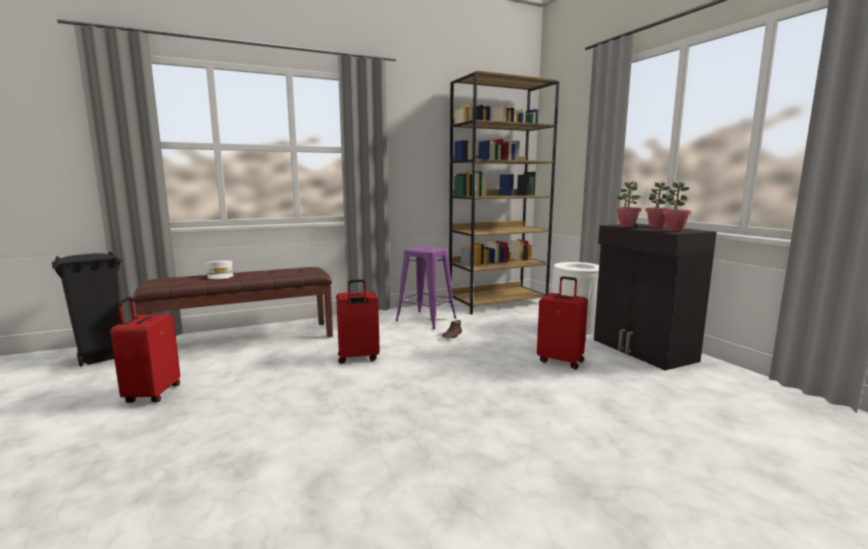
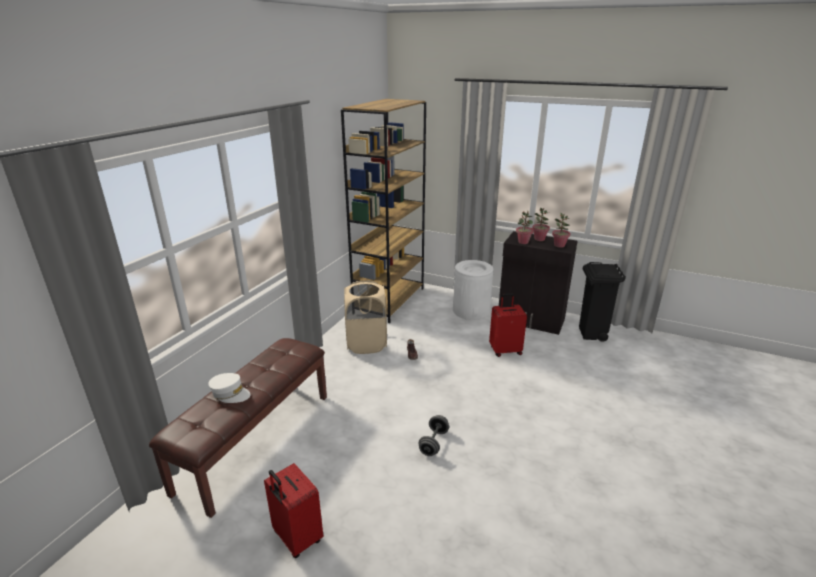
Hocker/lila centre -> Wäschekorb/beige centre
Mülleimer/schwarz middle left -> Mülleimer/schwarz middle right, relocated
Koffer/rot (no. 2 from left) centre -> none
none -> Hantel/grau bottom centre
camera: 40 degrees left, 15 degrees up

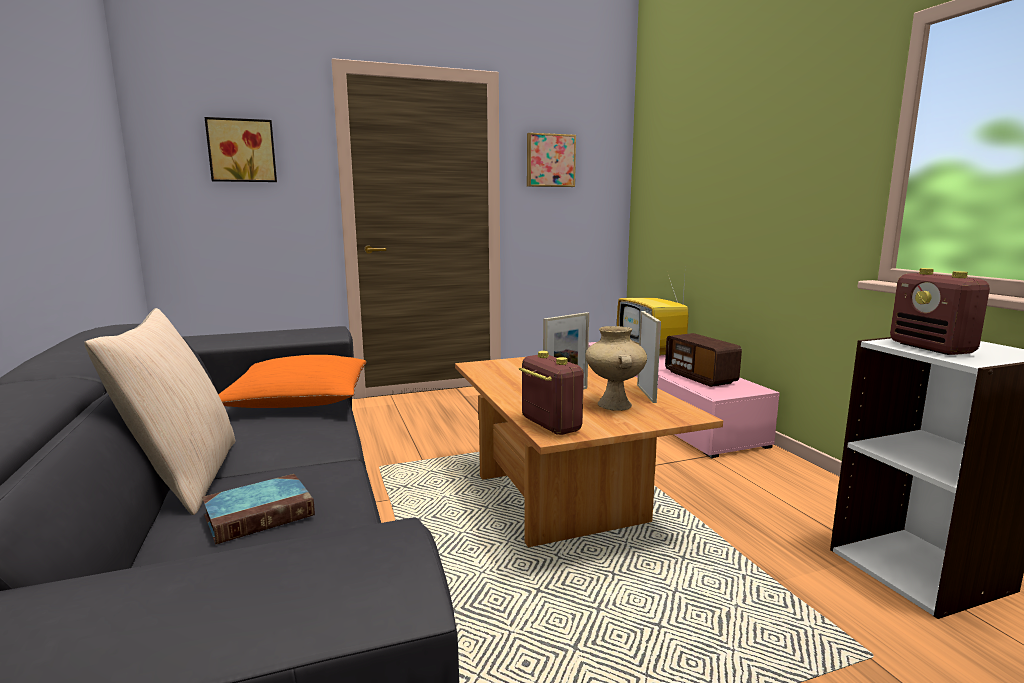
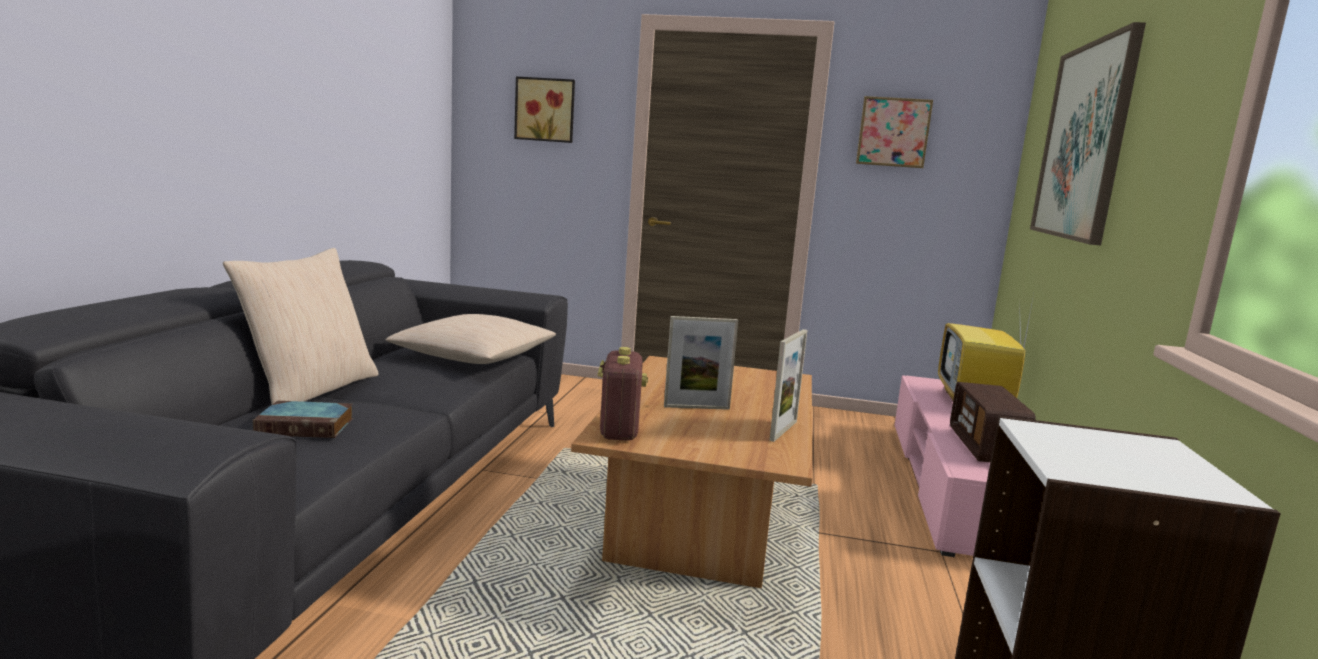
Radio (no. 3 from left) middle right -> none
Vase/beige centre -> none
Kissen/orange middle left -> Kissen/beige (no. 2 from left) centre
none -> Bild (no. 3 from left) top right
camera: 30 degrees right, 0 degrees up

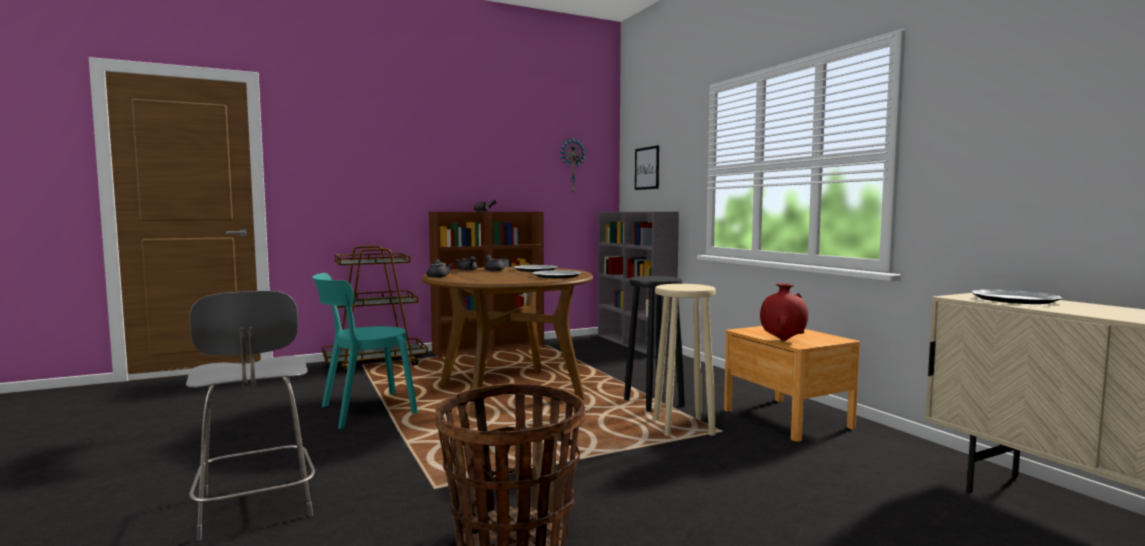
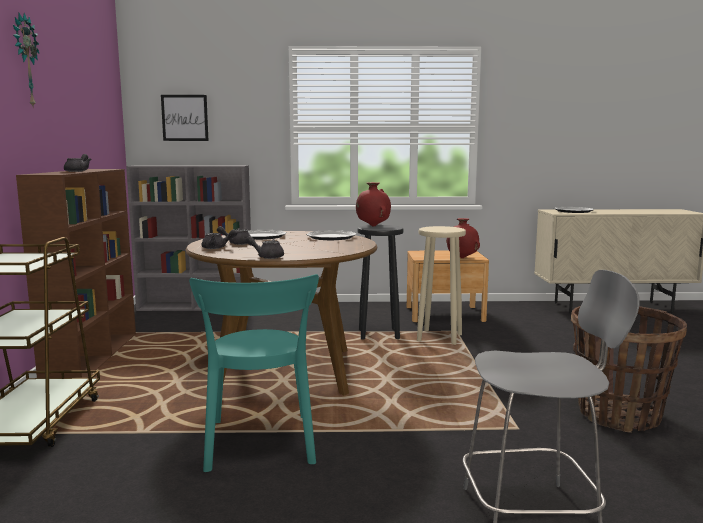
Wanduhr top centre -> Wanduhr top left, relocated
none -> Vase/rot (no. 1 from left) centre
camera: 65 degrees left, 5 degrees up

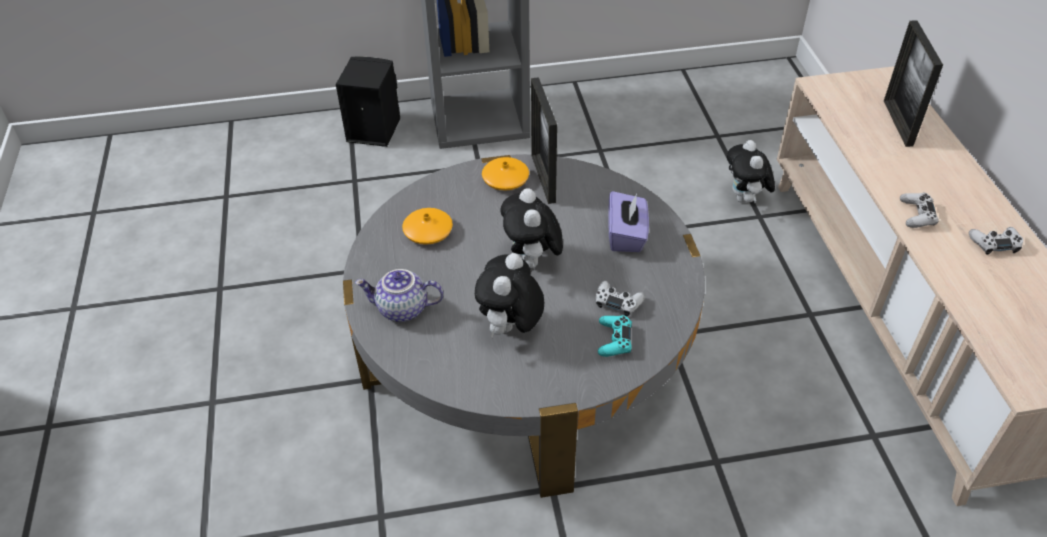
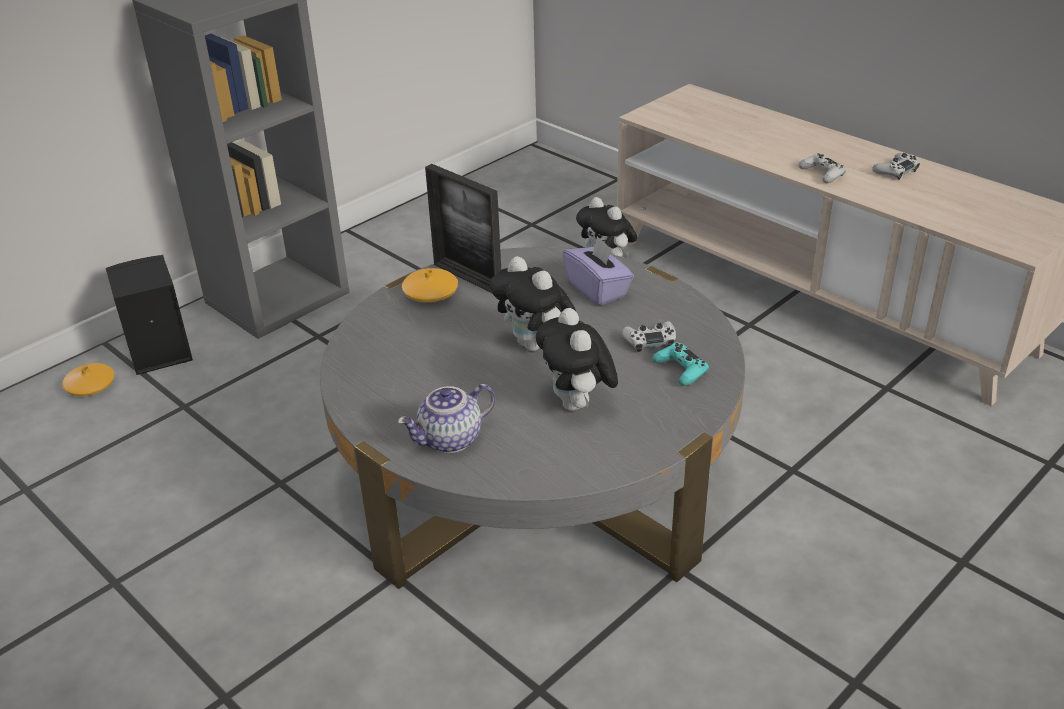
Bilderrahmen (no. 2 from left) top right -> none
Vase/orange (no. 1 from left) centre -> Vase/orange (no. 1 from left) middle left, relocated
camera: 35 degrees left, 10 degrees down

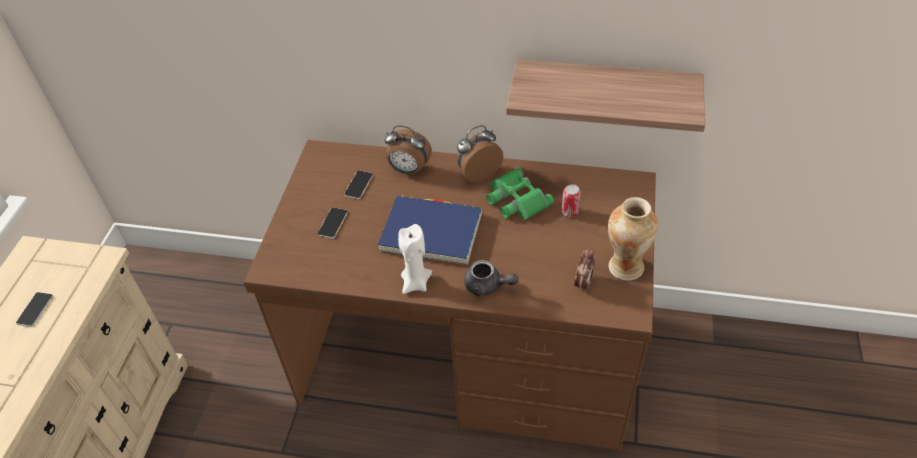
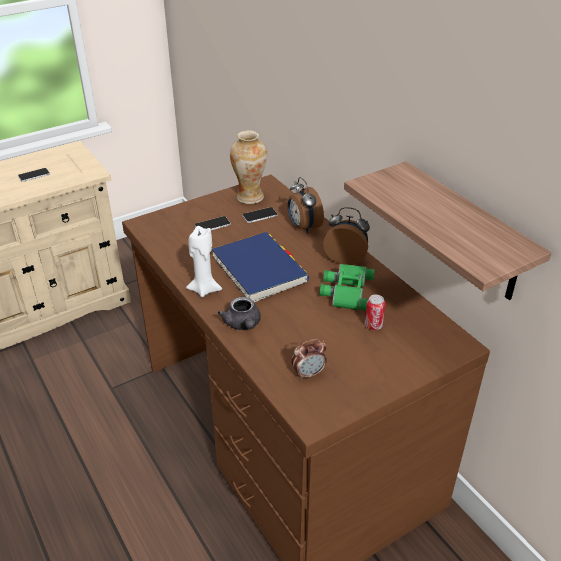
Vase middle right -> Vase top centre, relocated
camera: 45 degrees right, 10 degrees down

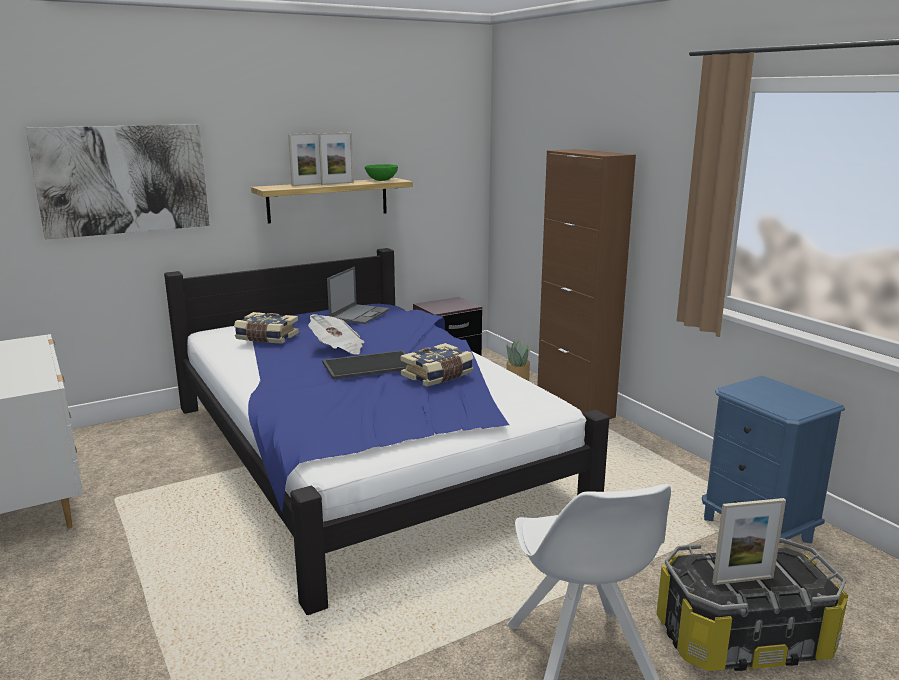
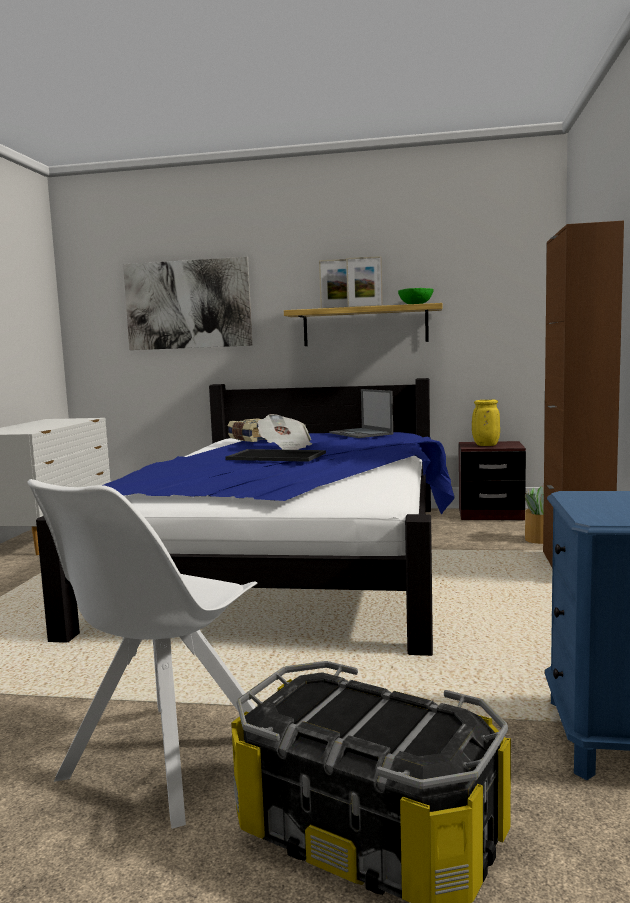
Laptop centre, 90 degrees clockwise
Buch (no. 2 from left) centre -> none
Bilderrahmen (no. 3 from left) bottom right -> none
none -> Vase/gelb middle right
camera: 40 degrees right, 10 degrees down

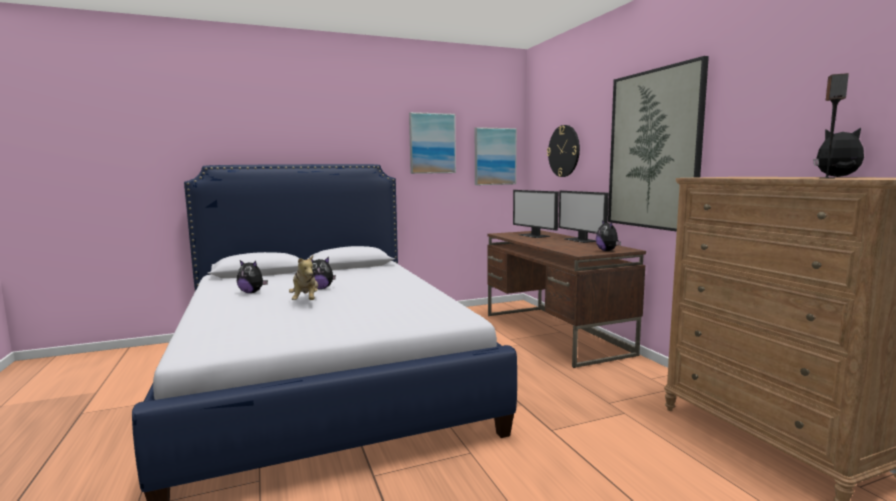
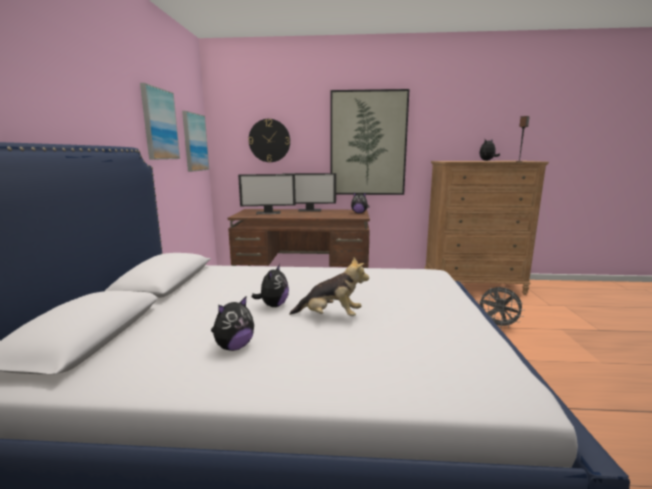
none -> Ventilator/grau middle right
camera: 65 degrees left, 5 degrees up

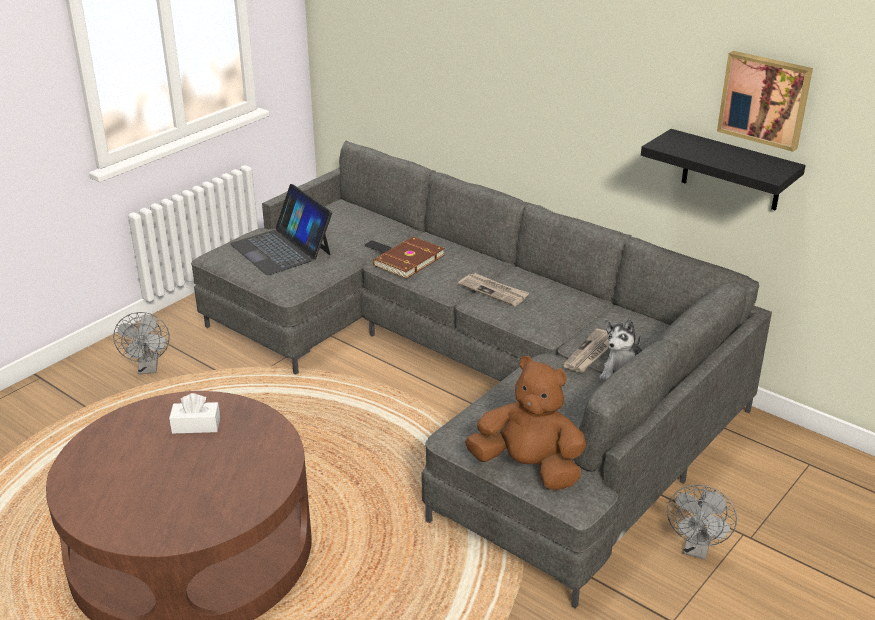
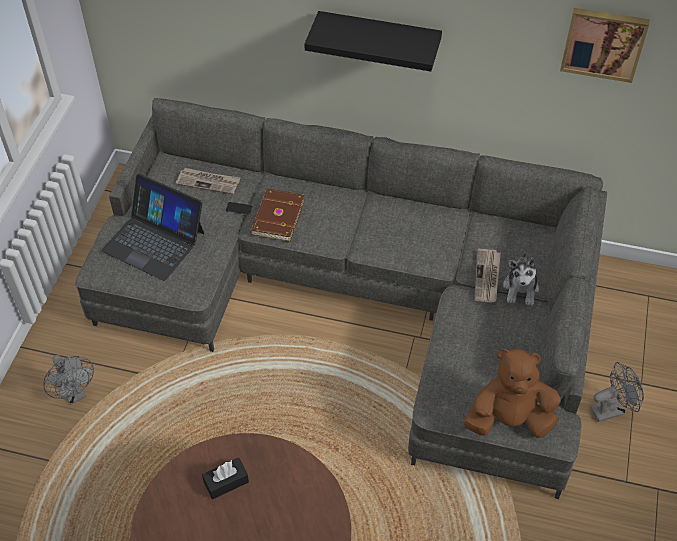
Wandregal/schwarz top right -> Wandregal/schwarz top centre, relocated
Zeitung (no. 1 from left) centre -> Zeitung (no. 1 from left) middle left, relocated
Taschentuchbox/weiß middle left -> Taschentuchbox/schwarz bottom left
Ventilator/grau (no. 2 from left) bottom right, 105 degrees counterclockwise
camera: 25 degrees left, 20 degrees up

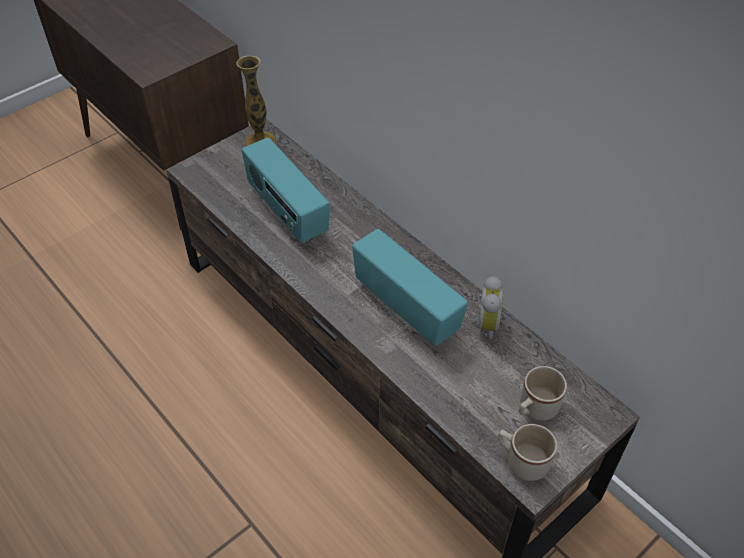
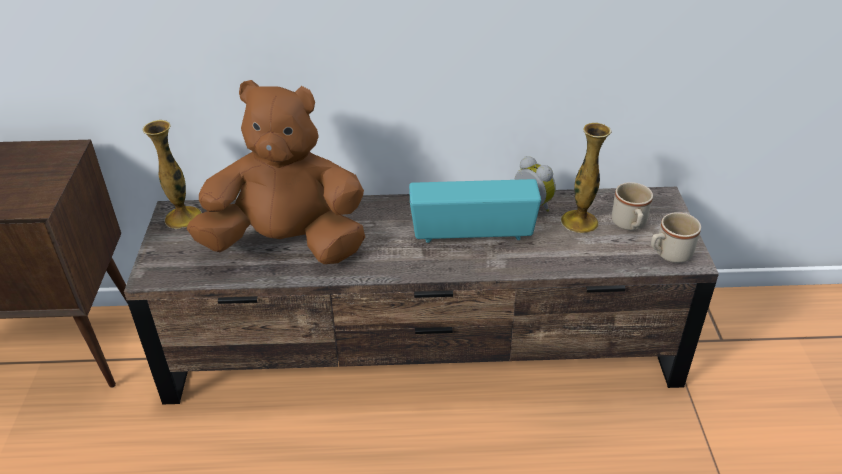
Radio (no. 1 from left) centre -> Plüschtier/braun middle left
none -> Vase (no. 2 from left) middle right
camera: 50 degrees left, 10 degrees down

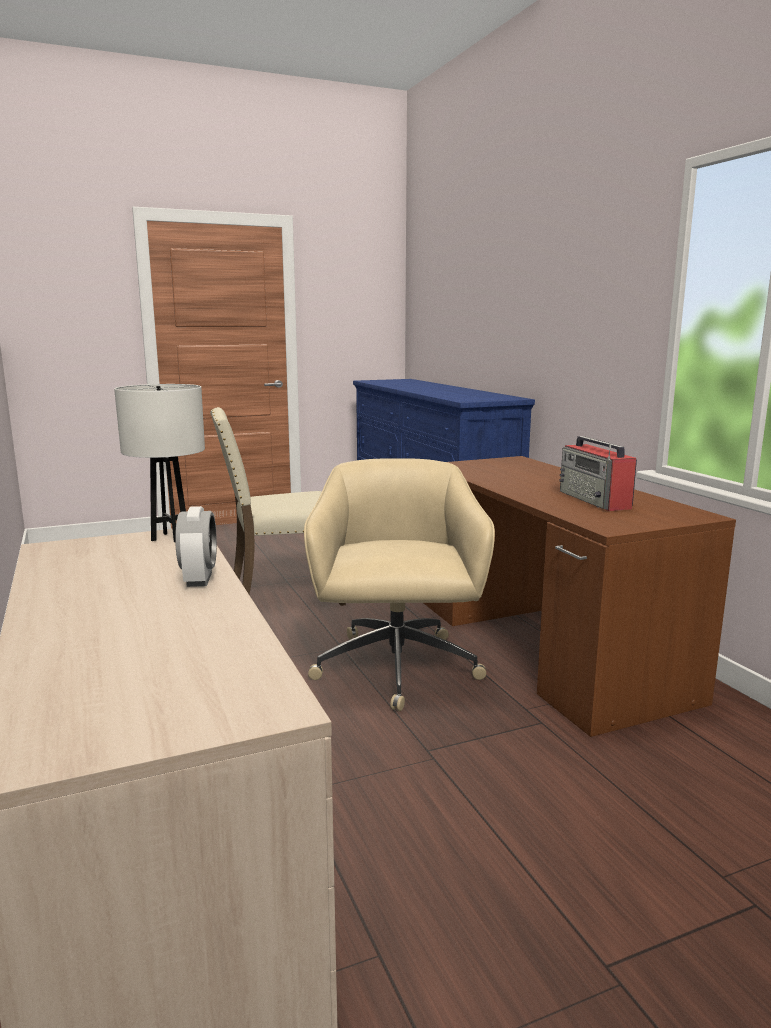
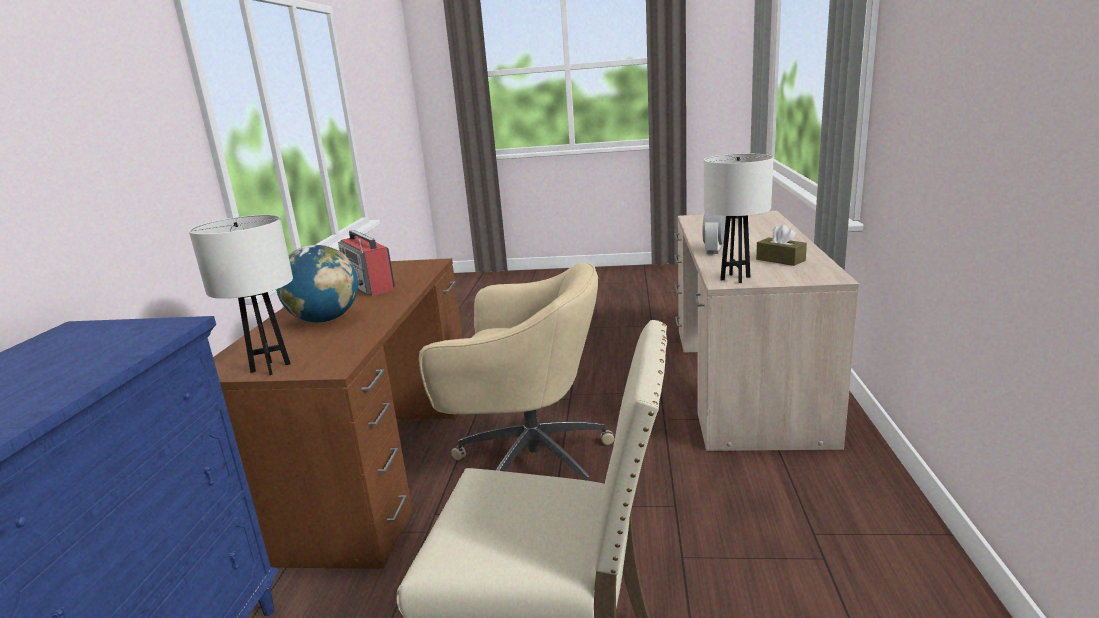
Radio middle right -> Radio middle left, 135 degrees clockwise
Bürostuhl/beige centre, 105 degrees counterclockwise
none -> Tischlampe/weiß (no. 1 from left) middle left
none -> Taschentuchbox/braun middle right
none -> Globus middle left
camera: 150 degrees left, 5 degrees up

